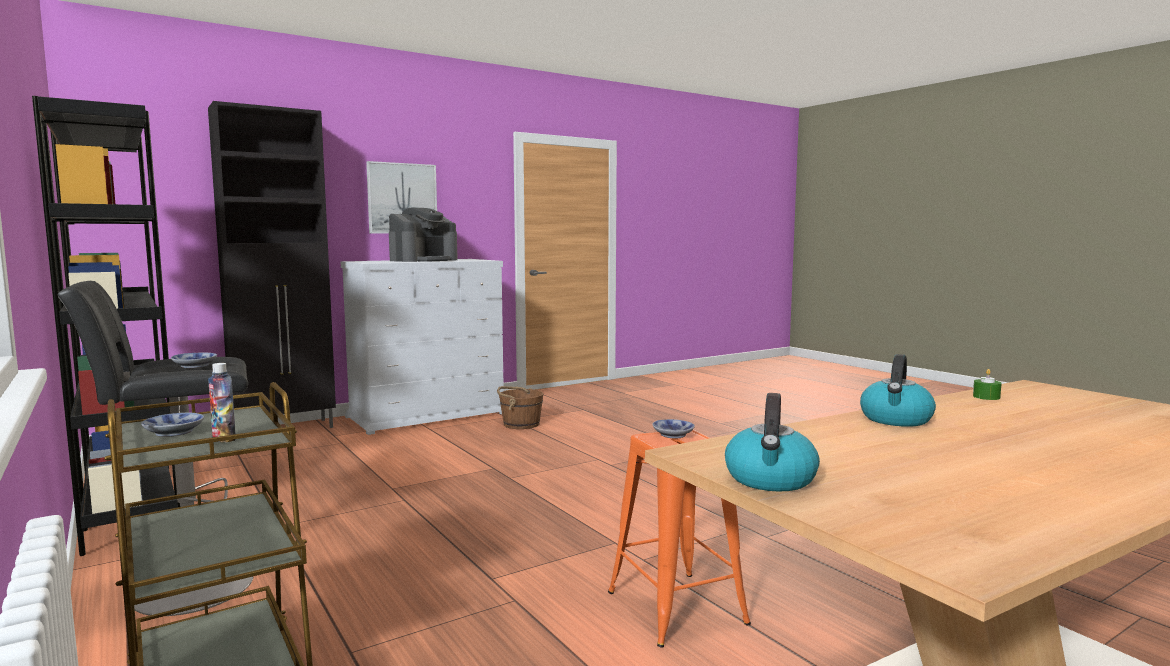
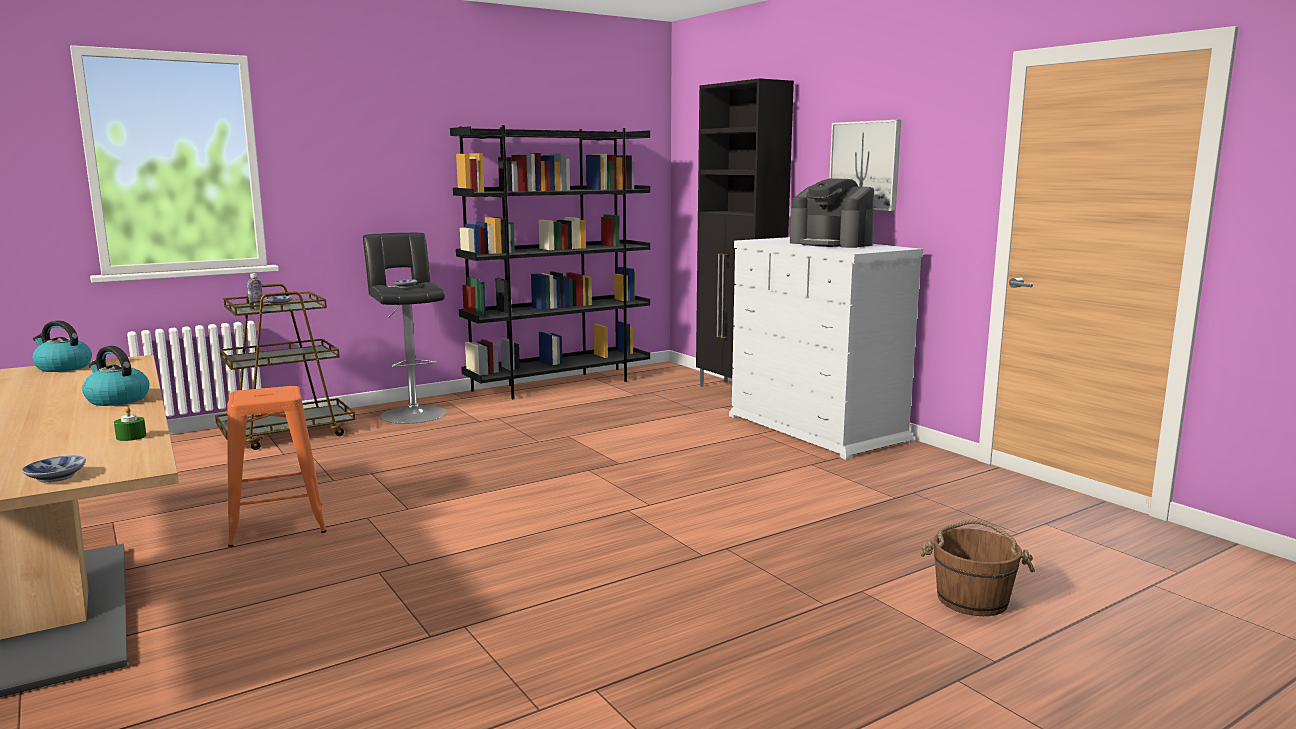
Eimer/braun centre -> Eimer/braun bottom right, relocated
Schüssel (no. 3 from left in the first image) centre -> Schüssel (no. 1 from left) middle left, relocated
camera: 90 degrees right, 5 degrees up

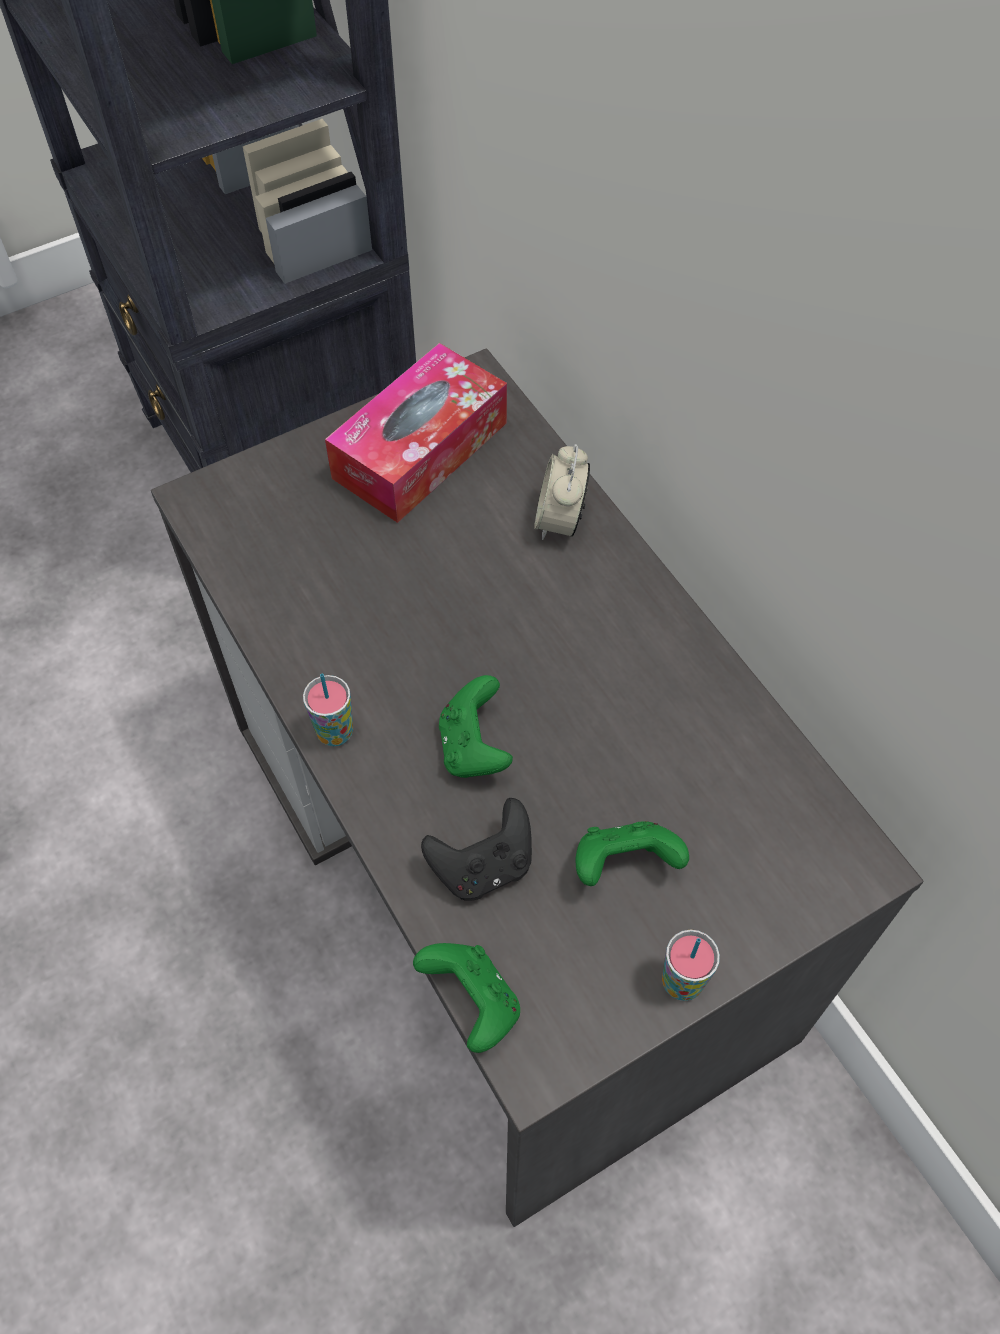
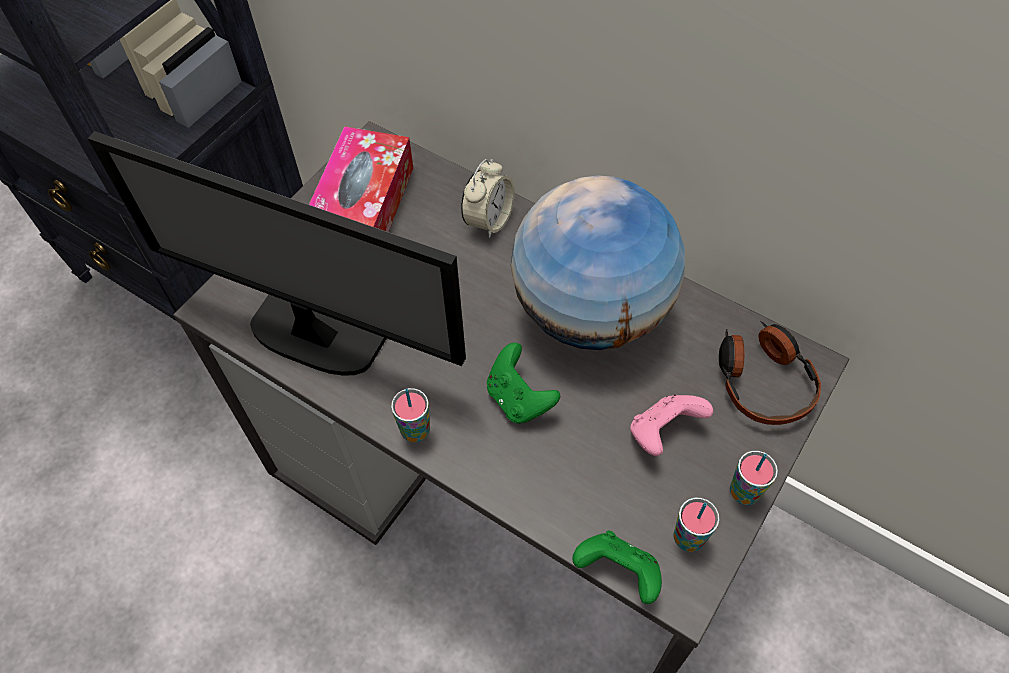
Wecker centre -> Wecker top centre, 135 degrees counterclockwise
Gamepad/schwarz centre -> none
Gamepad/grün (no. 3 from left) centre -> Gamepad/rosa centre
none -> Monitor middle left
none -> Globus centre
none -> Kopfhörer middle right
none -> Tasse (no. 2 from left) bottom right
camera: 25 degrees left, 0 degrees up

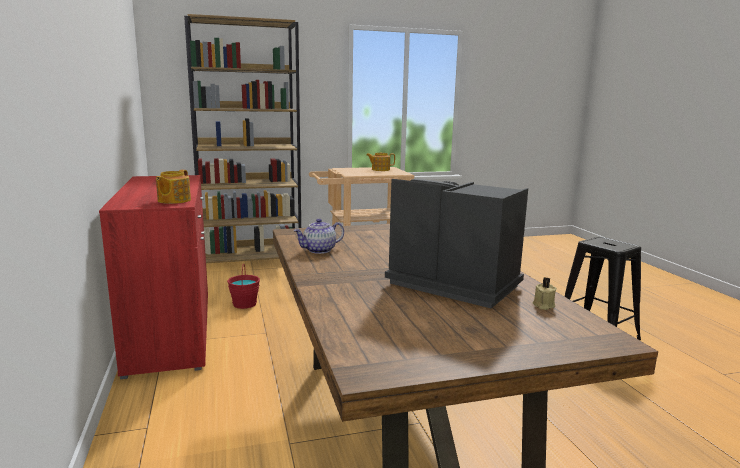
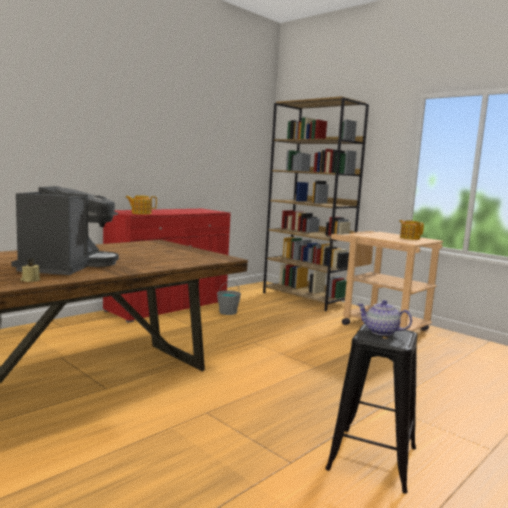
Teekanne (no. 2 from left) centre -> Teekanne (no. 2 from left) middle right, relocated
Eimer/rot middle left -> Eimer/grau centre
camera: 60 degrees right, 5 degrees down

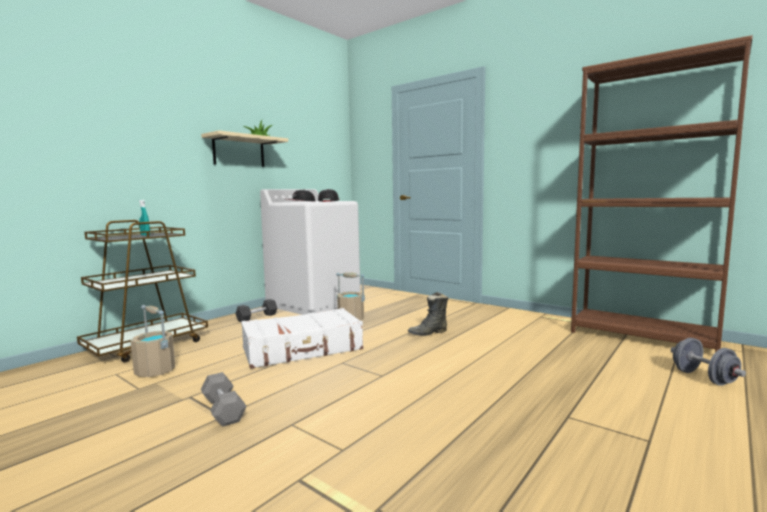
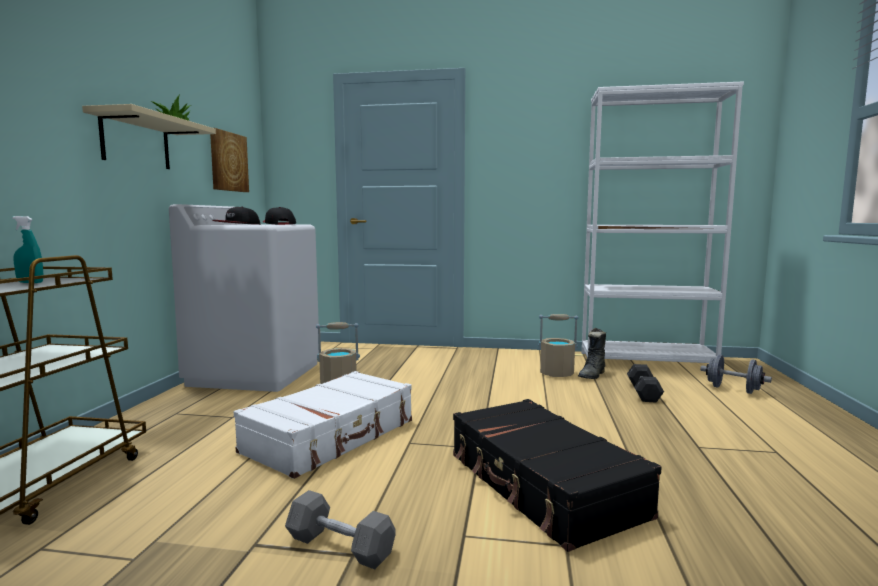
Bücherregal/braun middle right -> Bücherregal/weiß middle right
Stiefel/schwarz centre -> Stiefel/schwarz middle right, relocated
Hantel/grau (no. 2 from left) centre -> Hantel/grau (no. 2 from left) middle right, relocated
Eimer/beige (no. 1 from left in the first image) middle left -> Eimer/beige (no. 2 from left) centre, relocated
none -> Bild top left
none -> Koffer/schwarz bottom centre
camera: 30 degrees left, 0 degrees up

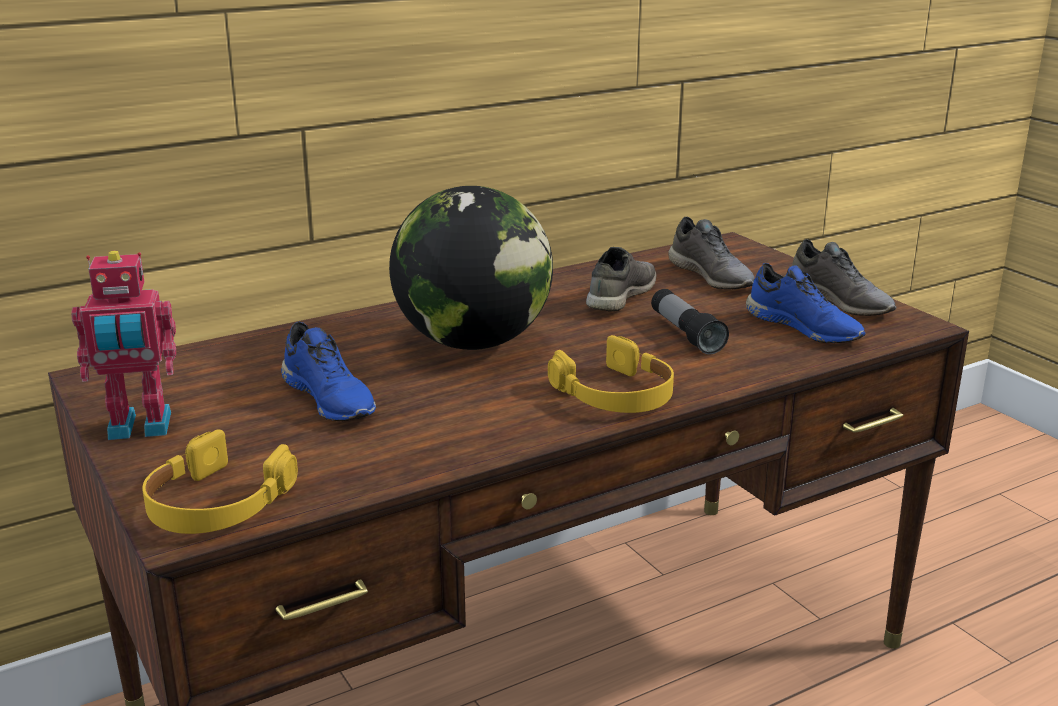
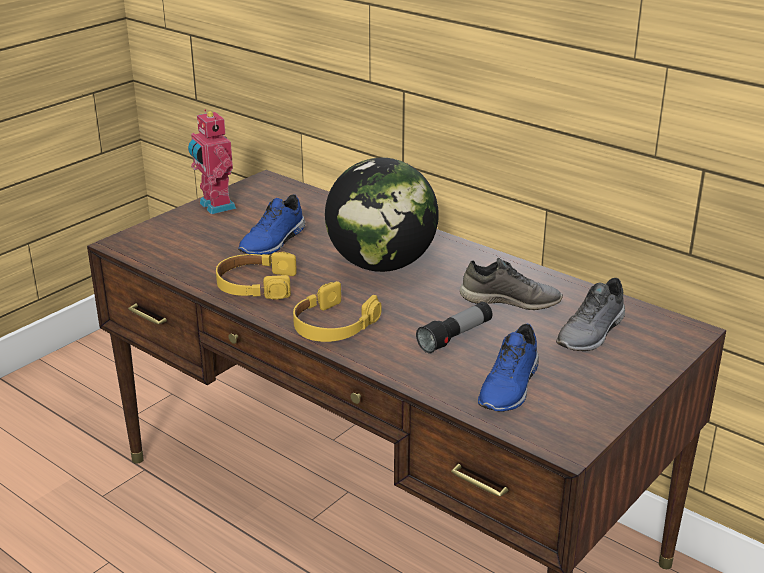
Schuh/grau (no. 3 from left) middle right -> none
Kopfhörer/gelb (no. 1 from left) bottom left -> Kopfhörer/gelb (no. 1 from left) centre, relocated
camera: 70 degrees right, 5 degrees up

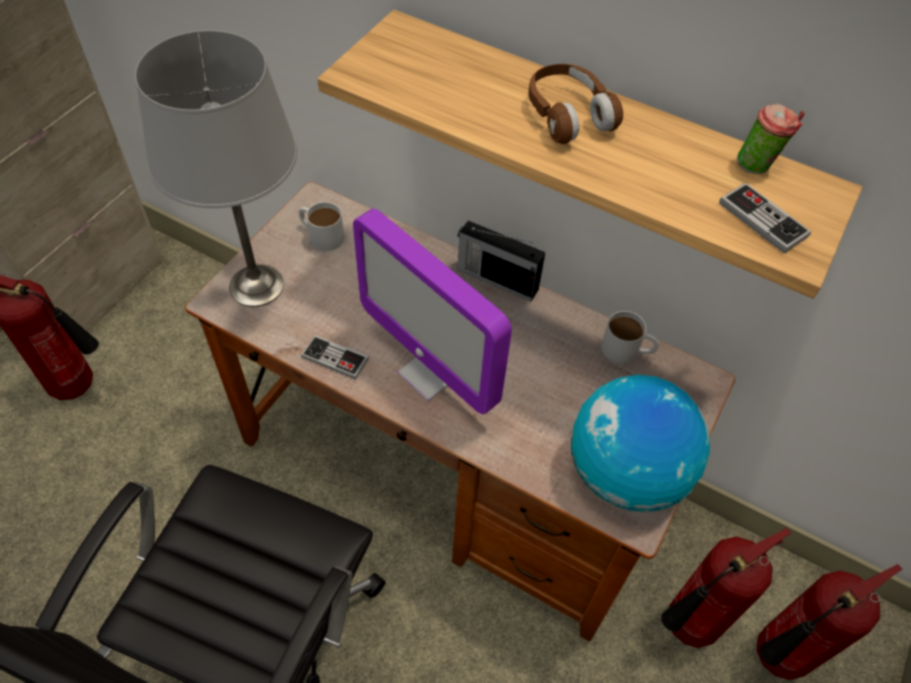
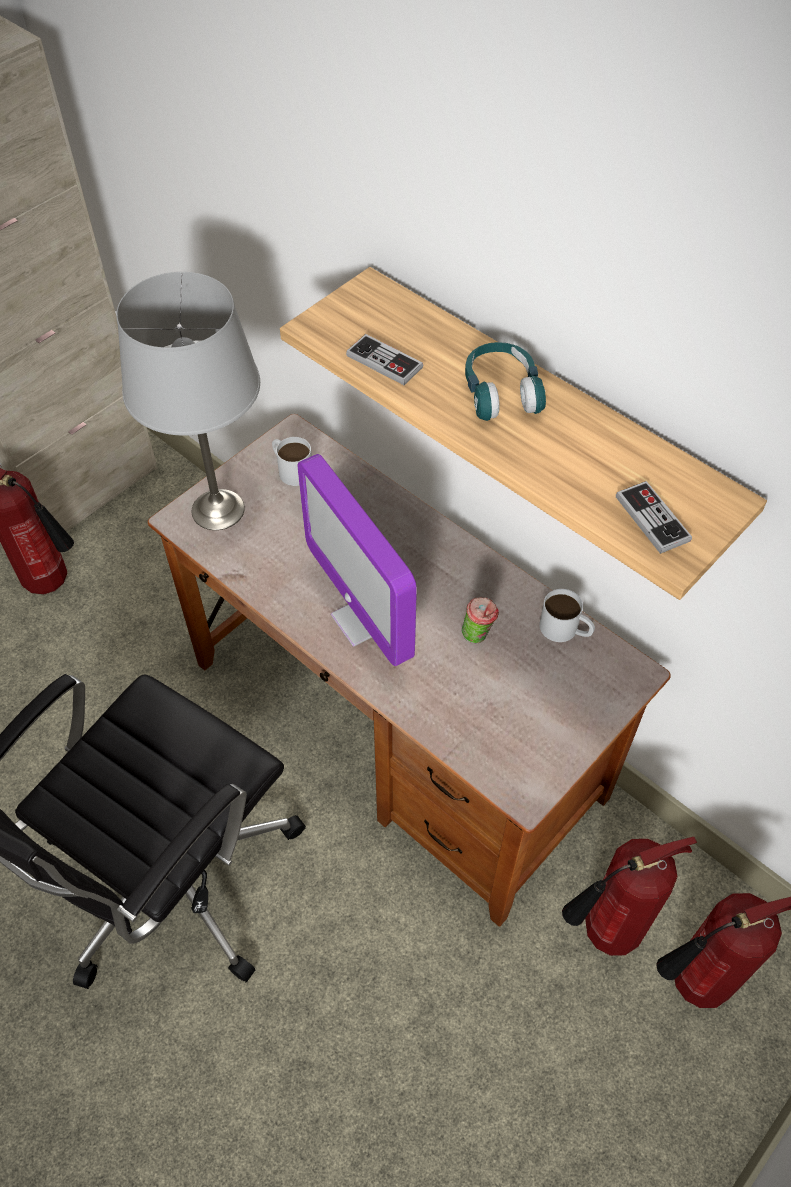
Kopfhörer/braun top centre -> Kopfhörer/türkis top centre
Tasse top right -> Tasse centre, relocated
Radio centre -> none
Gamepad (no. 1 from left) centre -> Gamepad (no. 1 from left) top centre, relocated
Globus middle right -> none
camera: 15 degrees right, 0 degrees up

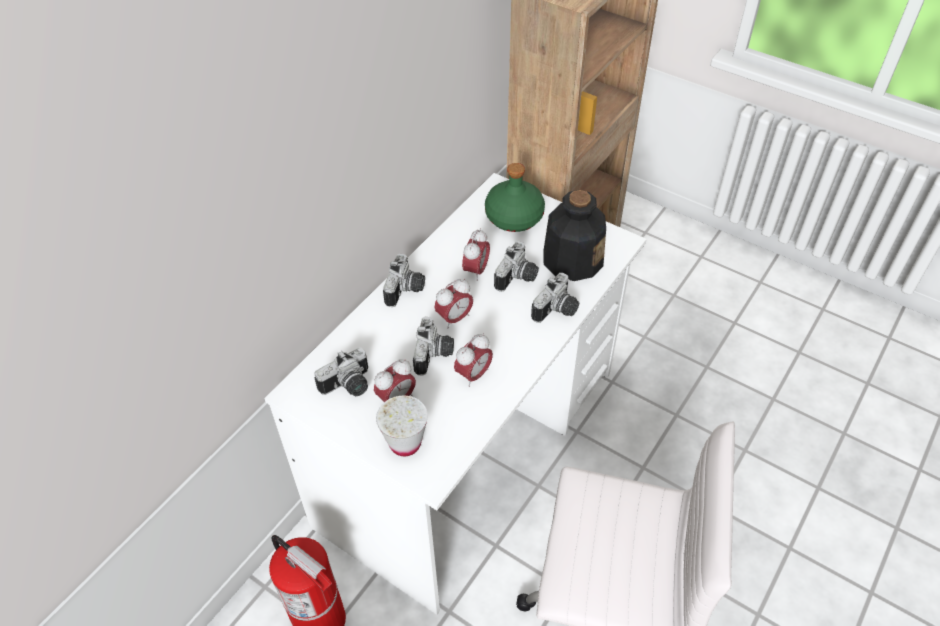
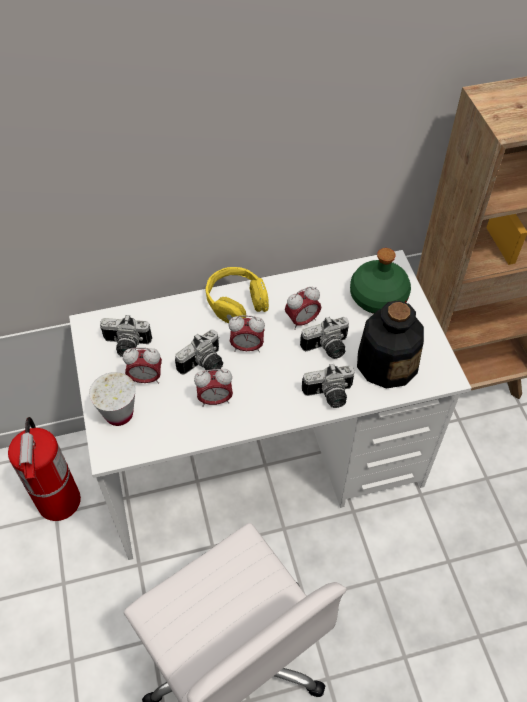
Kamera (no. 2 from left) centre -> Kopfhörer/gelb centre
camera: 40 degrees right, 5 degrees up

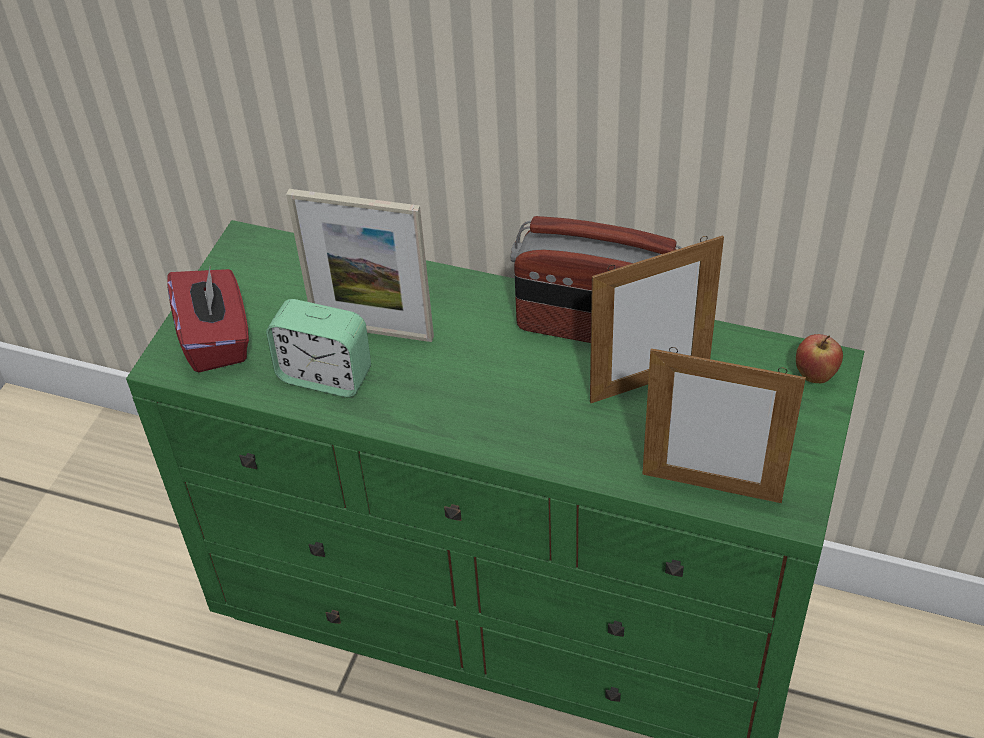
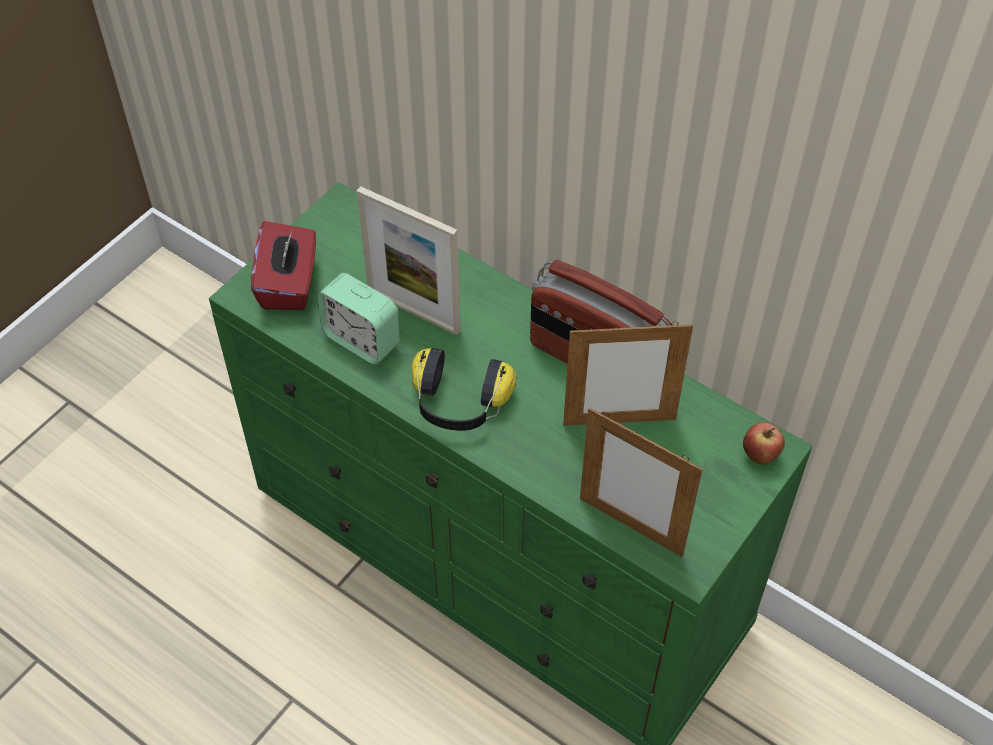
none -> Kopfhörer centre
camera: 15 degrees right, 5 degrees up

